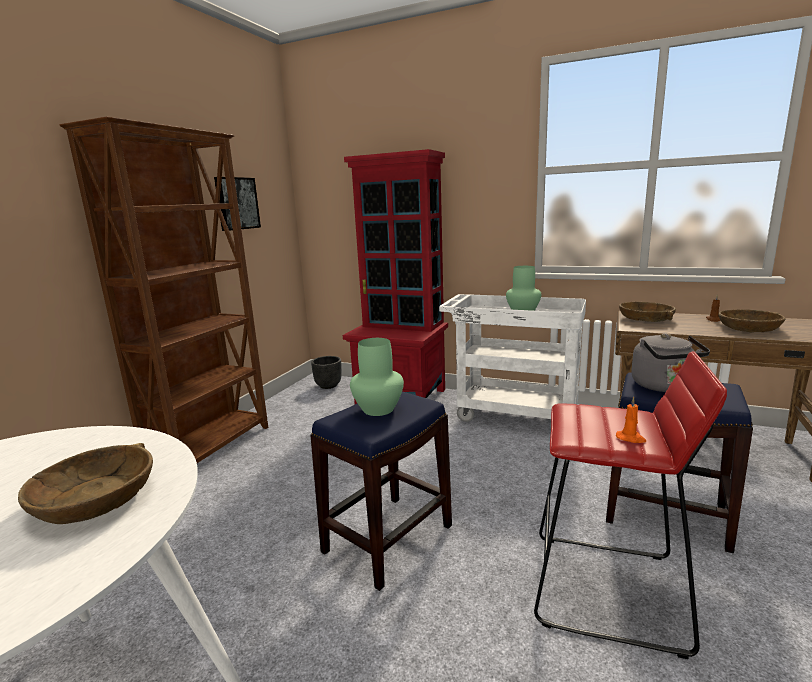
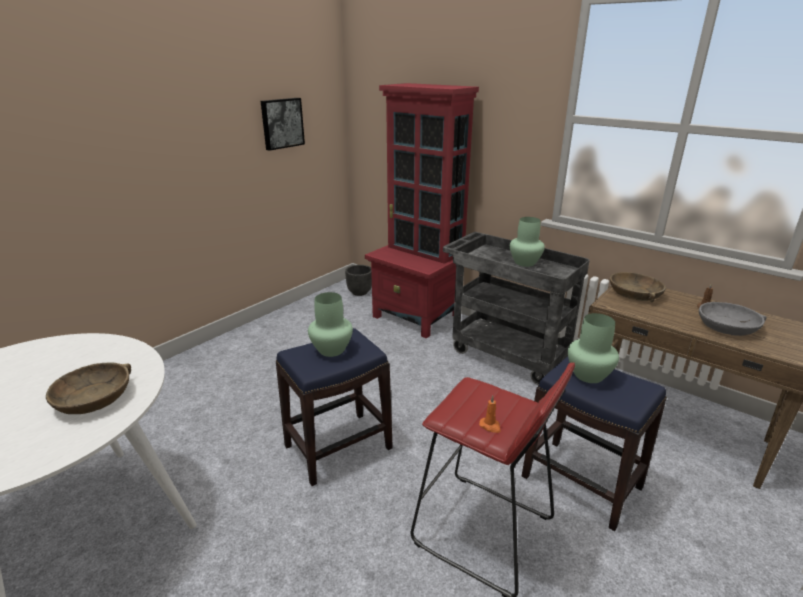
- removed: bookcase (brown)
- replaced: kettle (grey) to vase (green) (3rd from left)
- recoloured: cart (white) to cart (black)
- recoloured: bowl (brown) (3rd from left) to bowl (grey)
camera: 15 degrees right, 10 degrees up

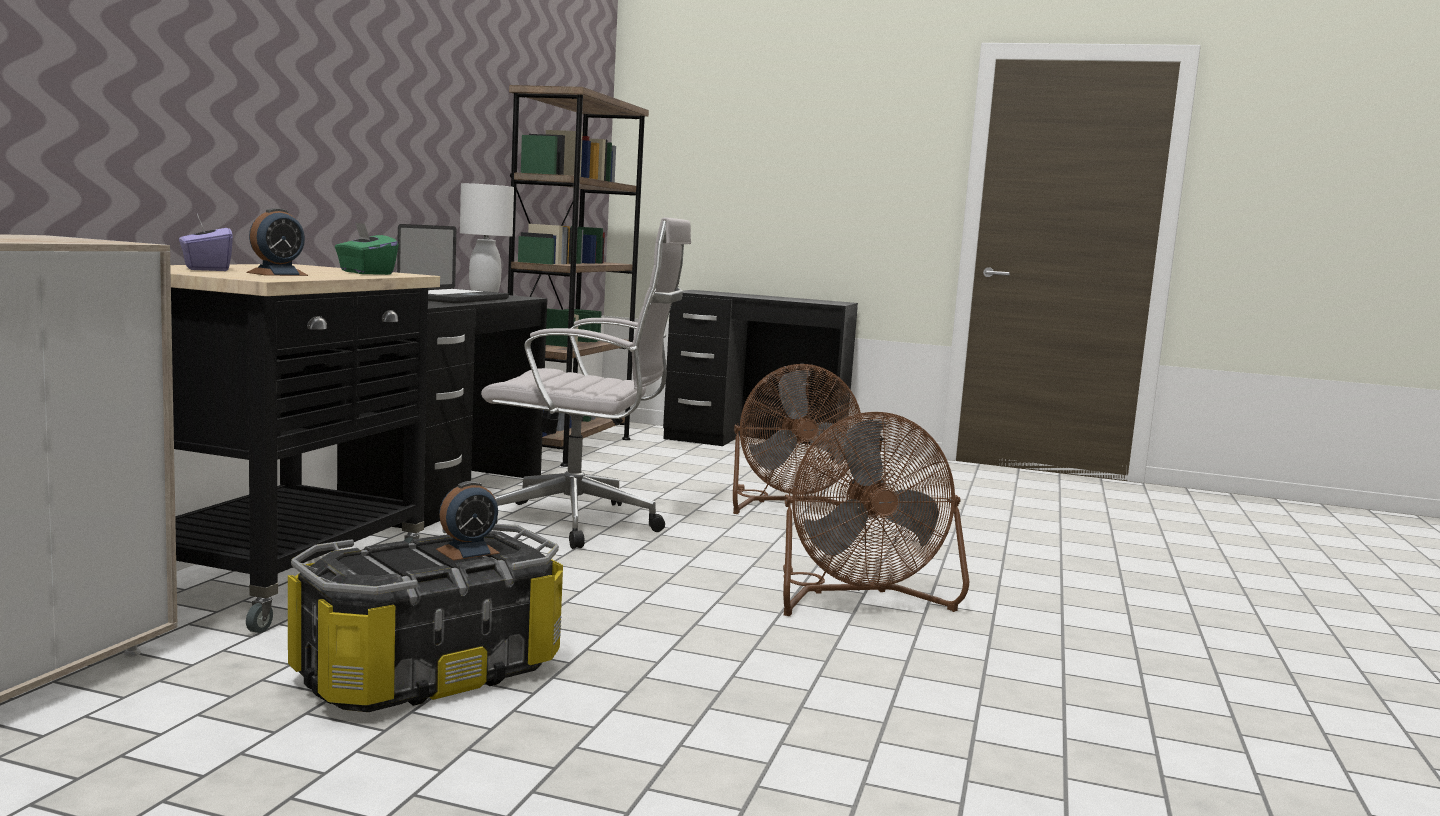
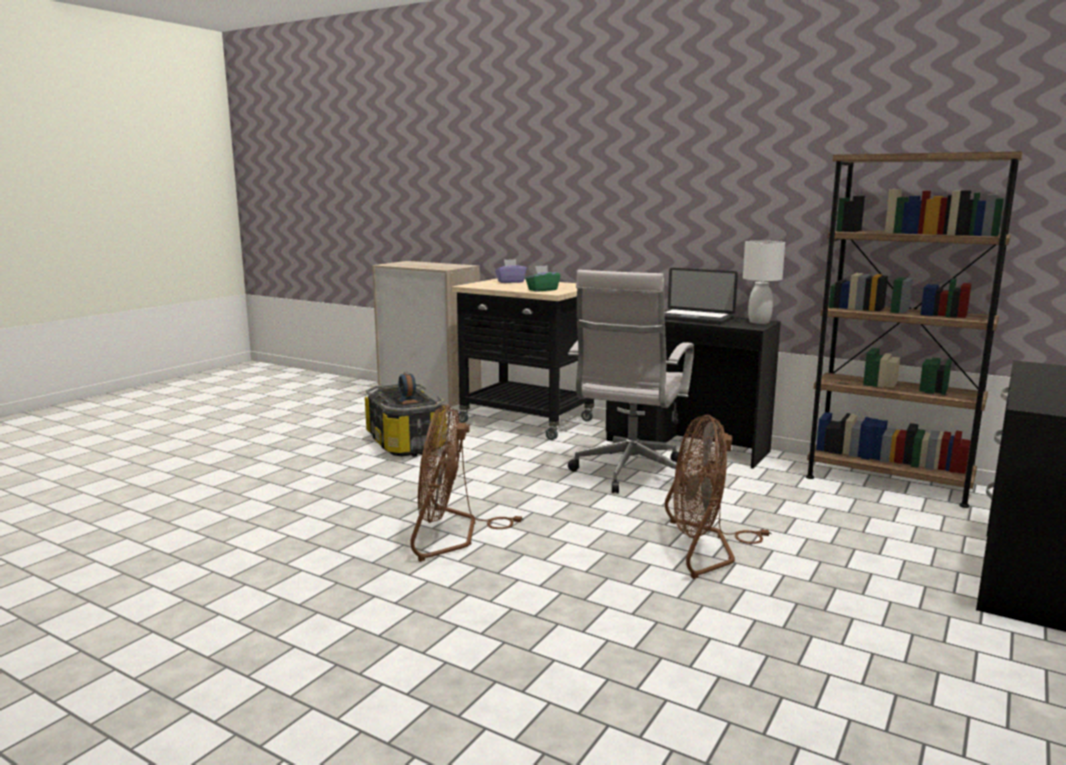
- removed: alarm clock (1st from left)
camera: 105 degrees right, 5 degrees up

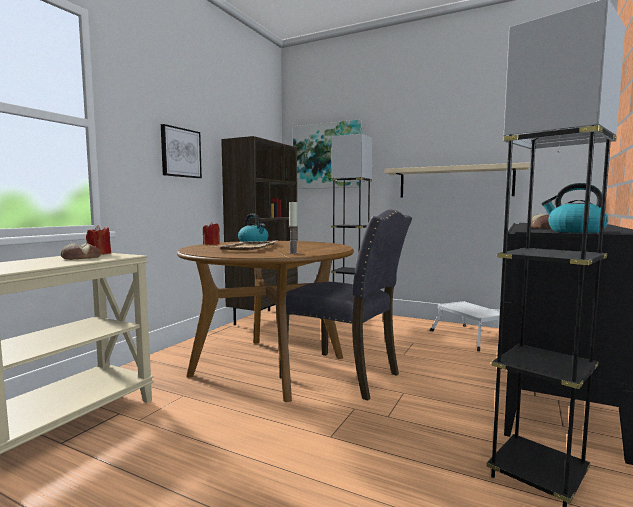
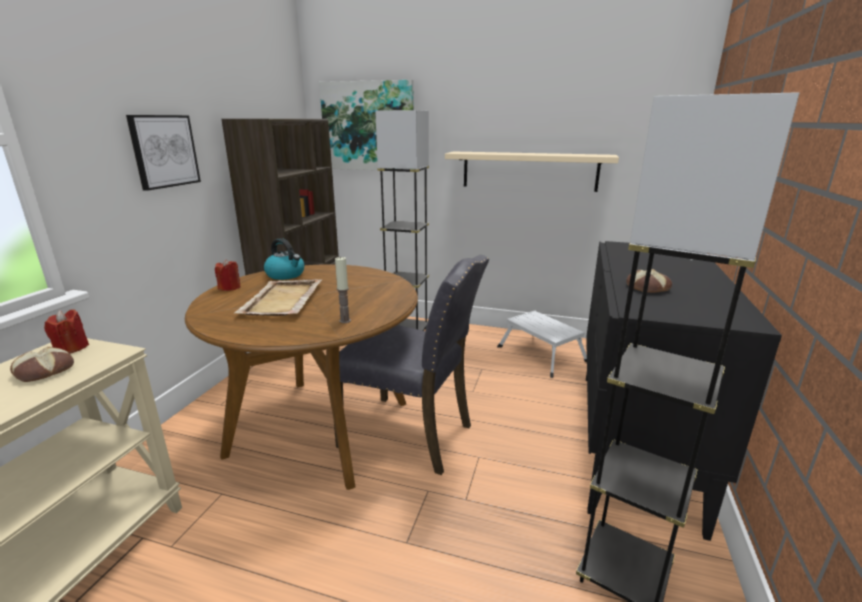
- removed: kettle (2nd from left)
camera: 10 degrees left, 15 degrees up

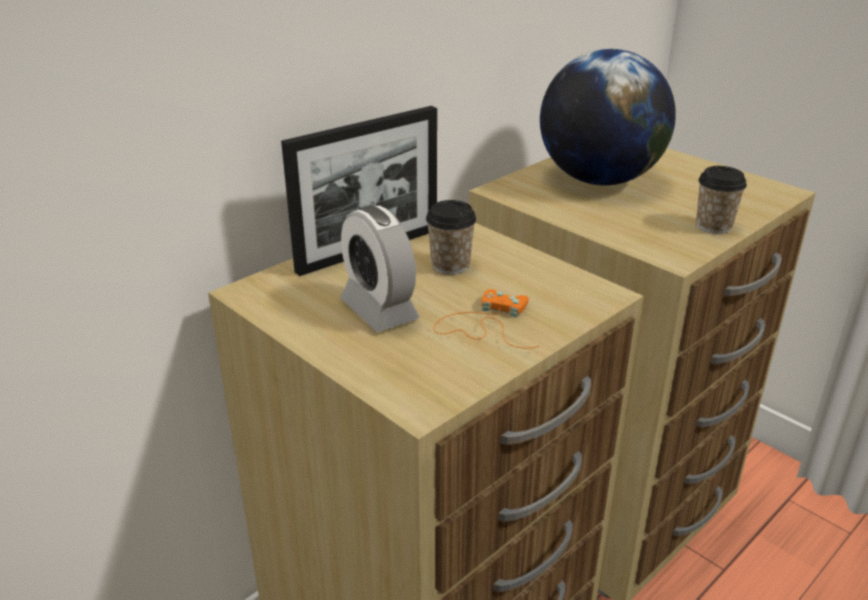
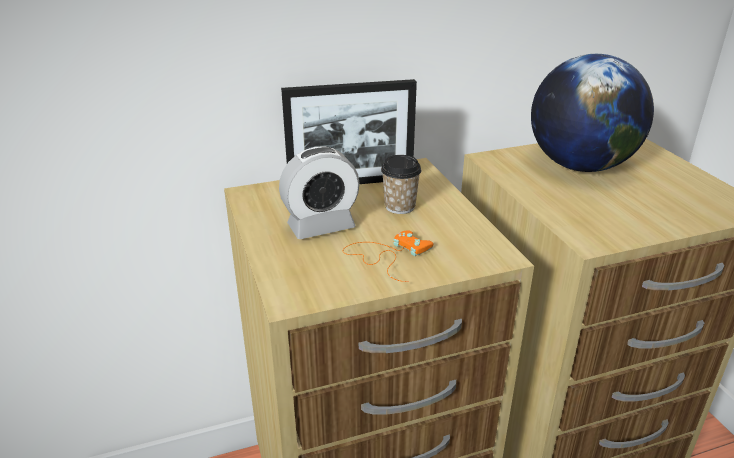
- removed: cup (2nd from left)
- turned: alarm clock 105 degrees counterclockwise
camera: 25 degrees right, 0 degrees up

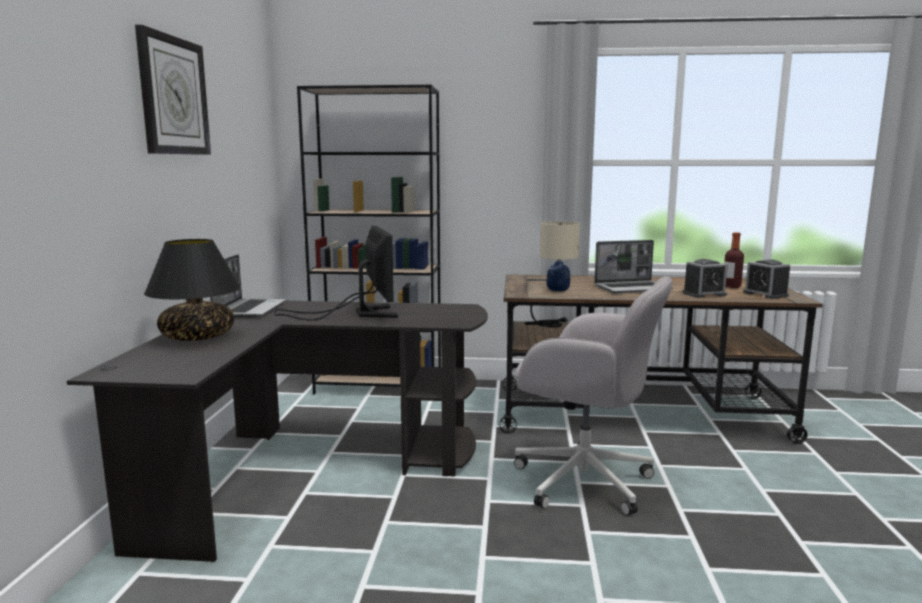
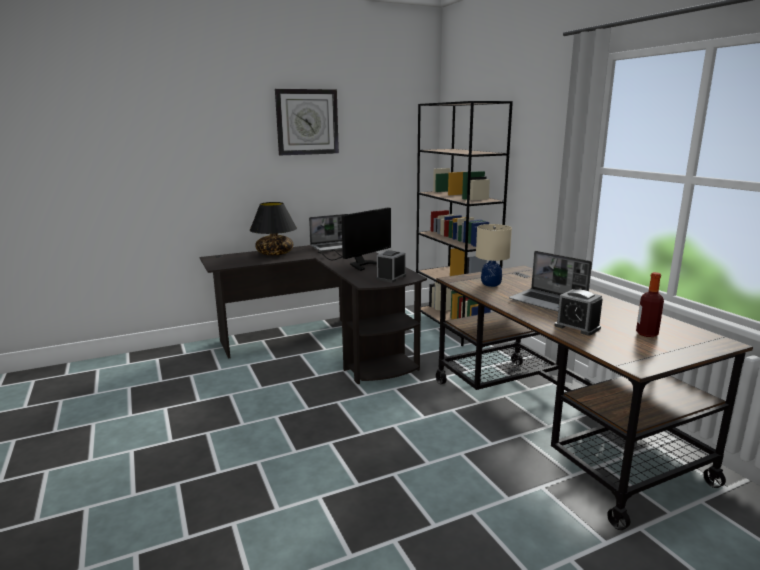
- removed: office chair (grey)
- moved: alarm clock (2nd from left in the first image) to alarm clock (1st from left)
camera: 60 degrees right, 5 degrees up

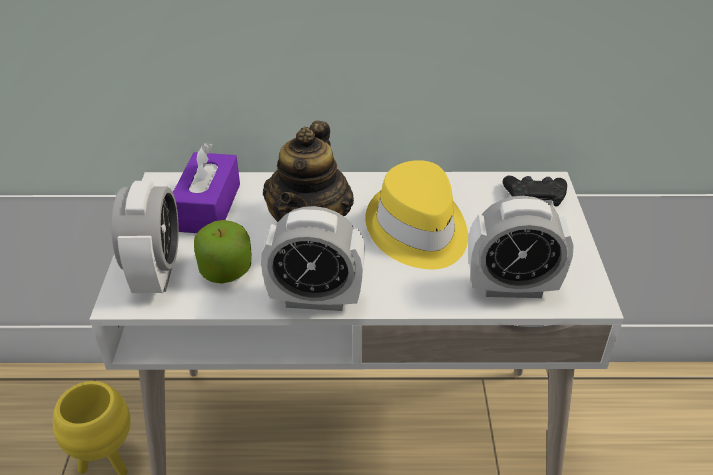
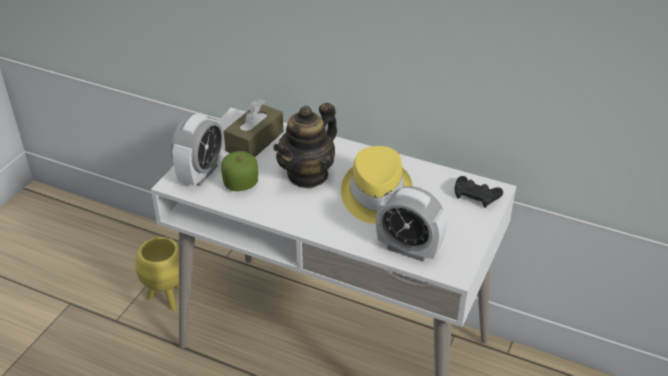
- removed: alarm clock (2nd from left)
- recoloured: tissue box (purple) to tissue box (brown)
camera: 25 degrees right, 0 degrees up

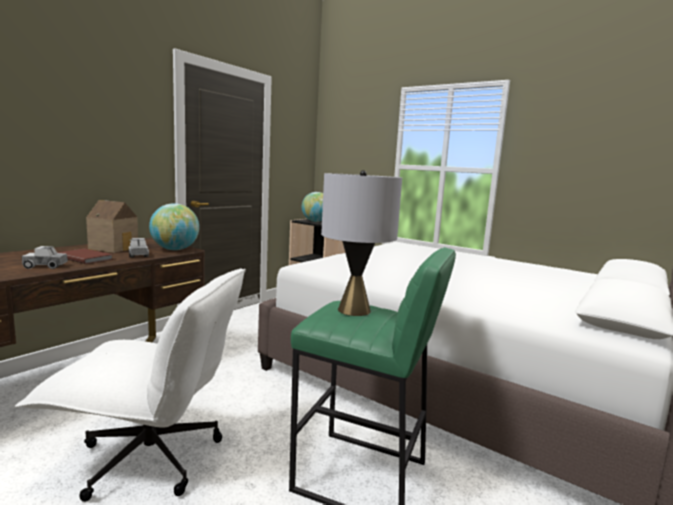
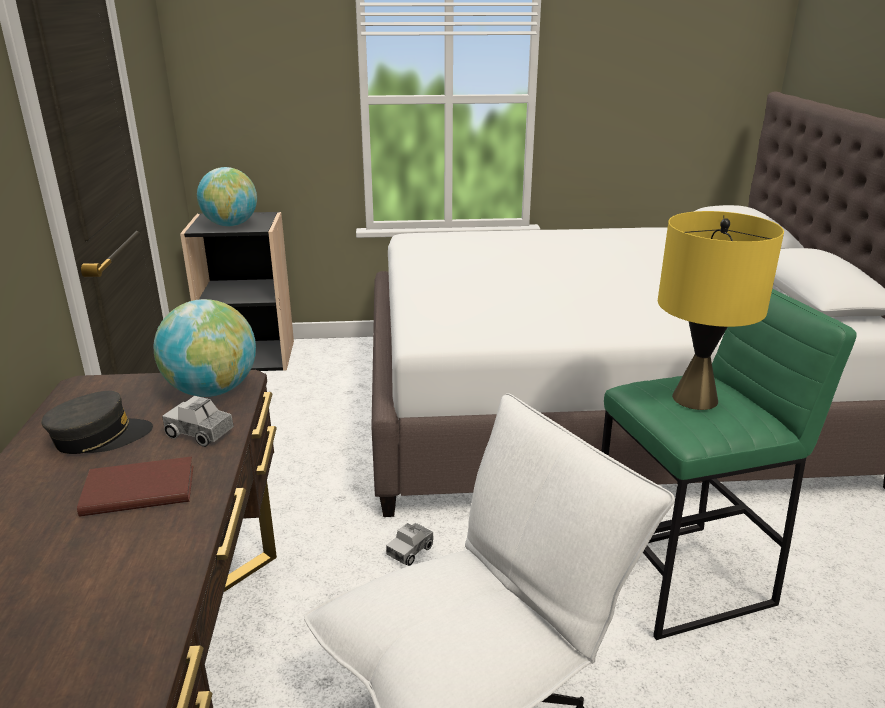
- moved: toy truck (1st from left in the first image) to toy truck (2nd from left)
- replaced: toy house to cap (grey)
- recoloured: table lamp (grey) to table lamp (yellow)
camera: 40 degrees left, 15 degrees up

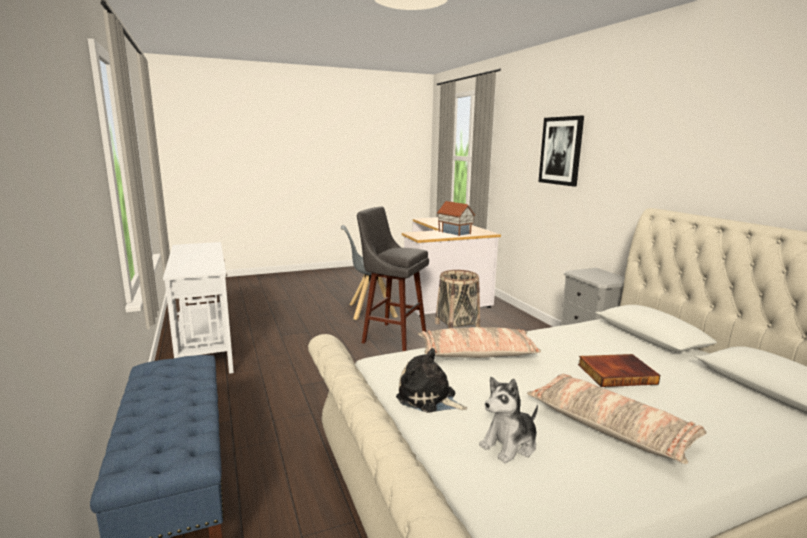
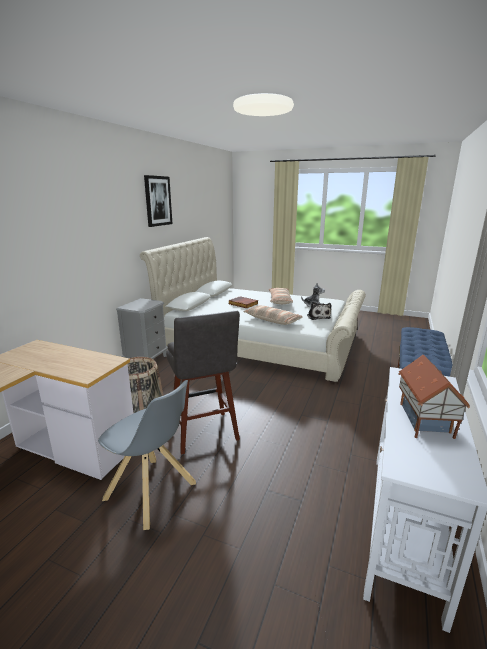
- moved: toy house
- moved: picture
camera: 135 degrees left, 5 degrees up

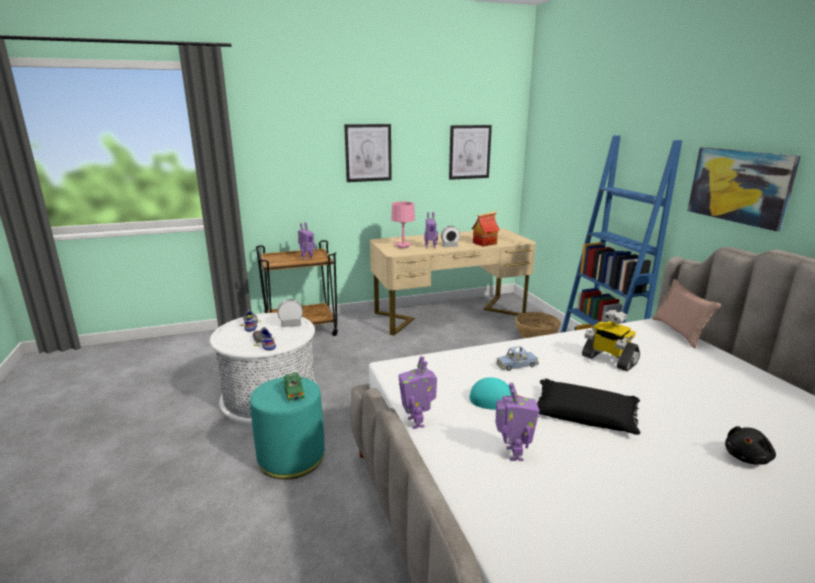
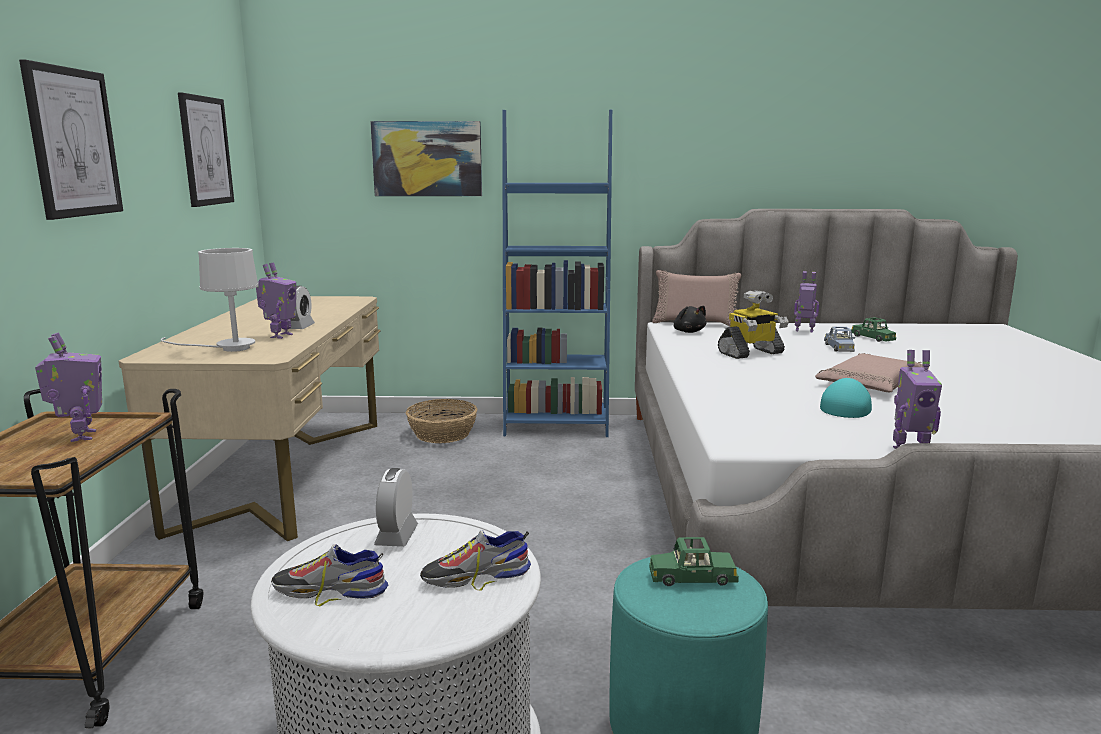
- removed: toy house
- added: toy car (green) (2nd from left)
- moved: toy car (blue)
- moved: toy robot (4th from left)
- moved: picture (3rd from left)
- moved: plush toy (black)
- recoloured: table lamp (pink) to table lamp (white)
- recoloured: pillow (black) to pillow (beige) (2nd from left)
camera: 70 degrees left, 5 degrees down

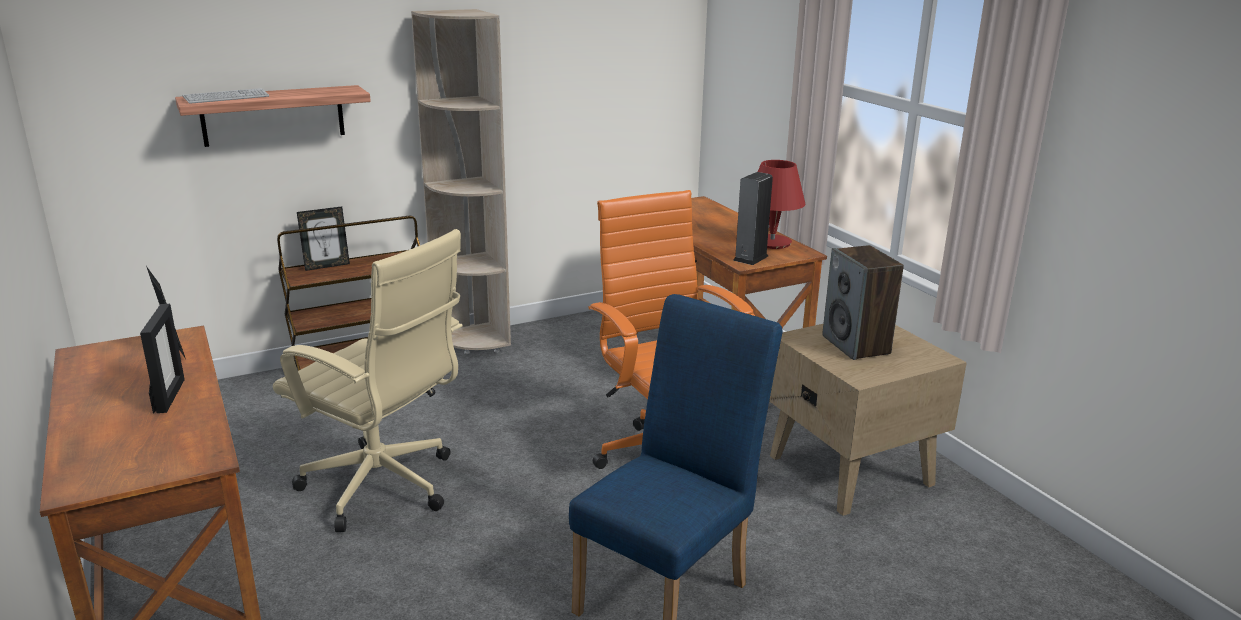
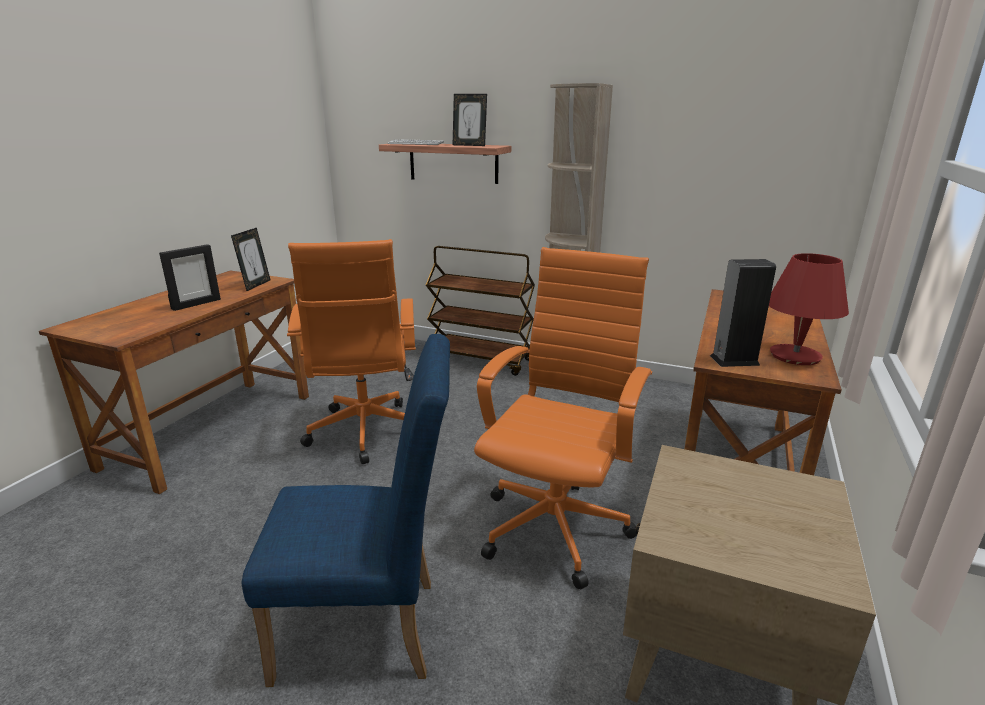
- removed: speaker (2nd from left)
- moved: picture frame (3rd from left)
- recoloured: office chair (beige) to office chair (orange) (1st from left)
camera: 50 degrees right, 0 degrees up

